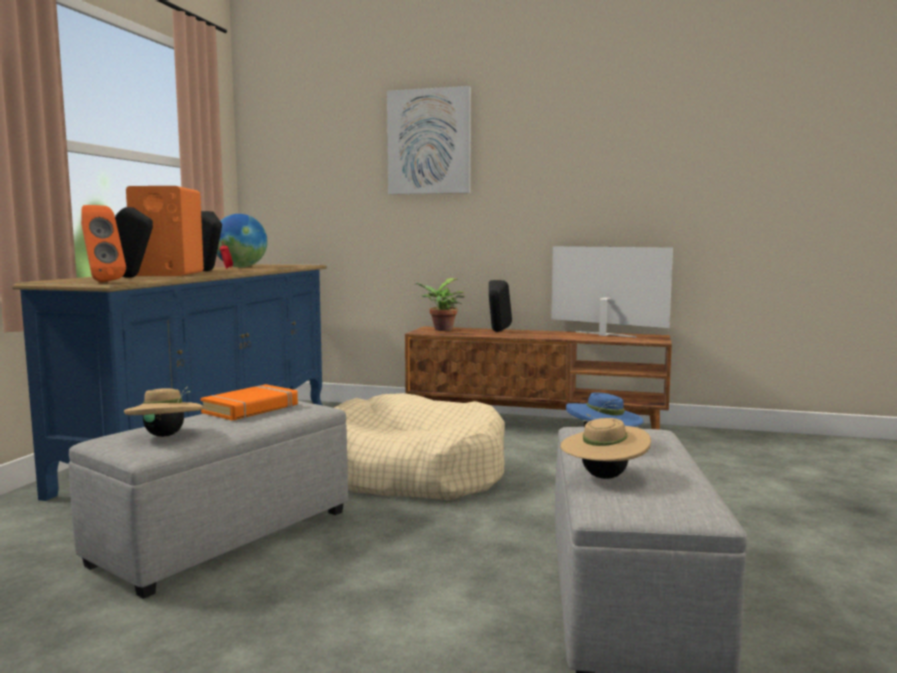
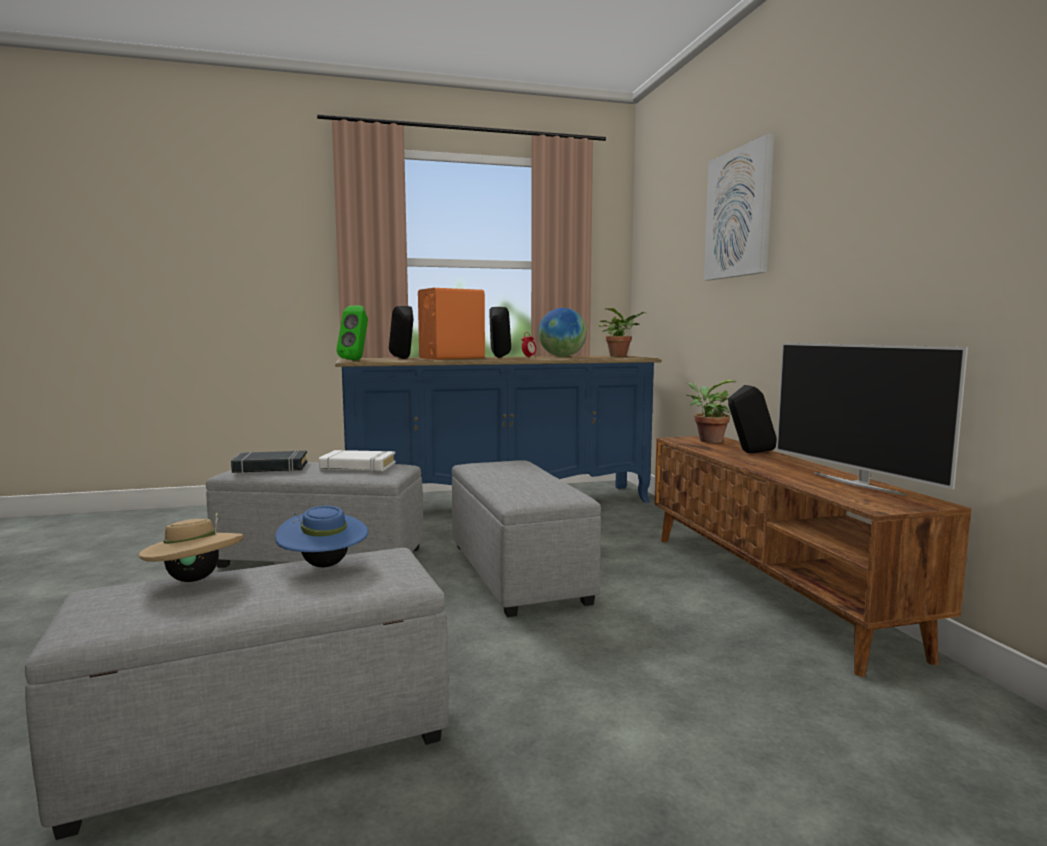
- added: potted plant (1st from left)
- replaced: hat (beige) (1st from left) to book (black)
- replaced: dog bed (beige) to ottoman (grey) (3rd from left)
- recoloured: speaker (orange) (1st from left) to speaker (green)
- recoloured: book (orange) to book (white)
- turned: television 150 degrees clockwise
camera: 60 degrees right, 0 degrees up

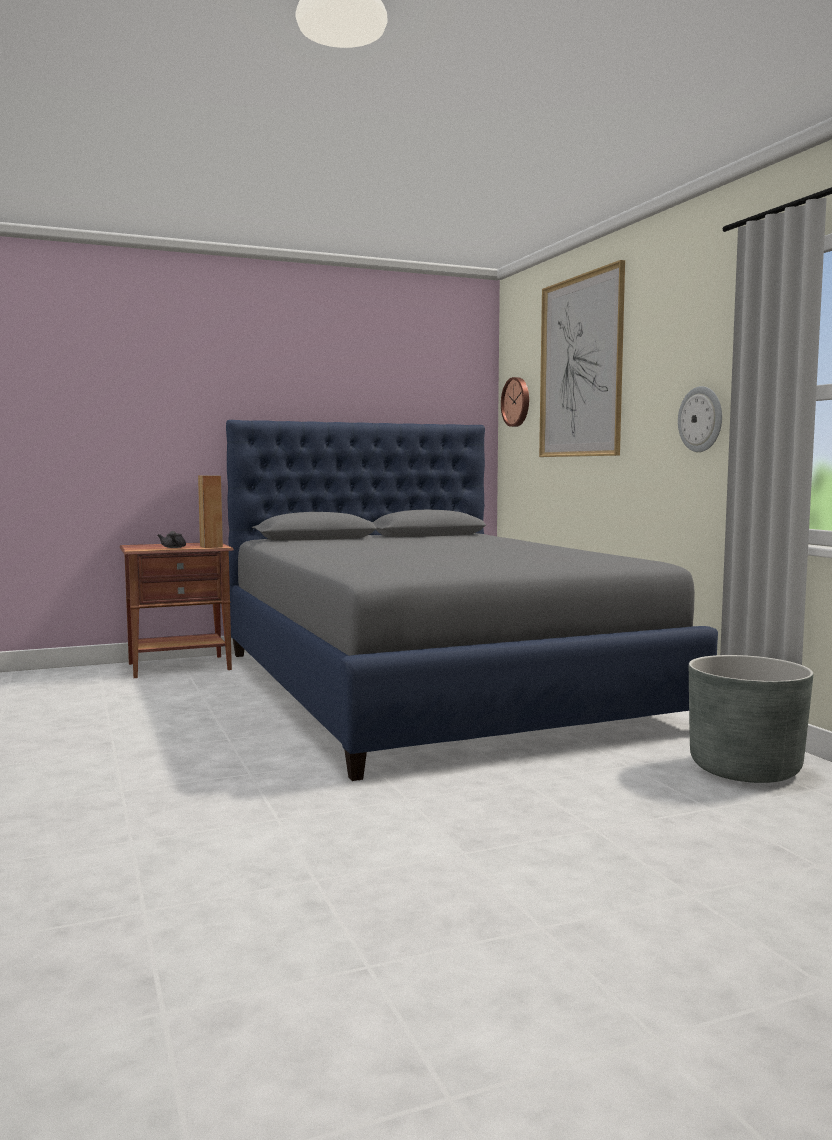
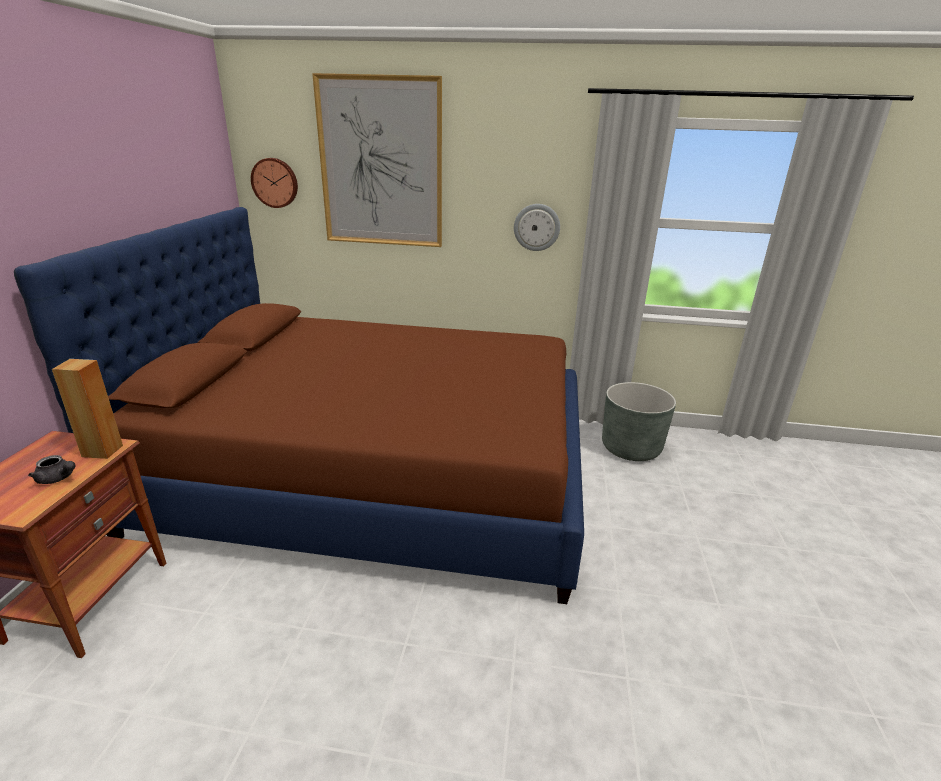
- recoloured: bed (grey) to bed (brown)
camera: 60 degrees left, 20 degrees up

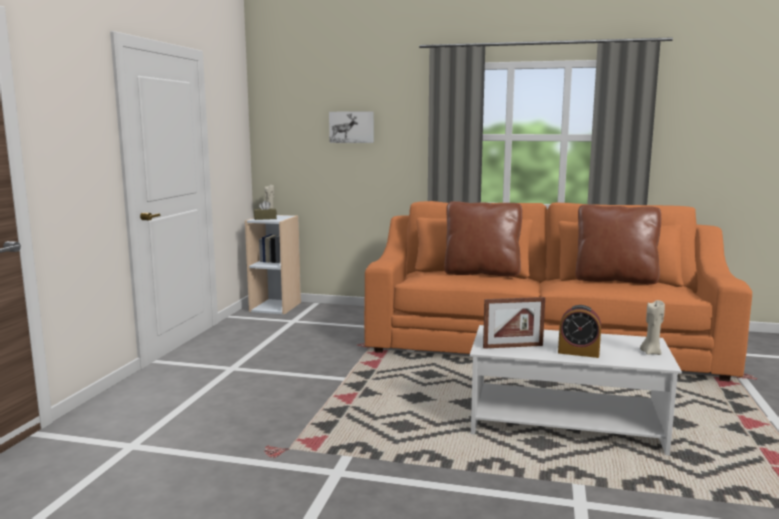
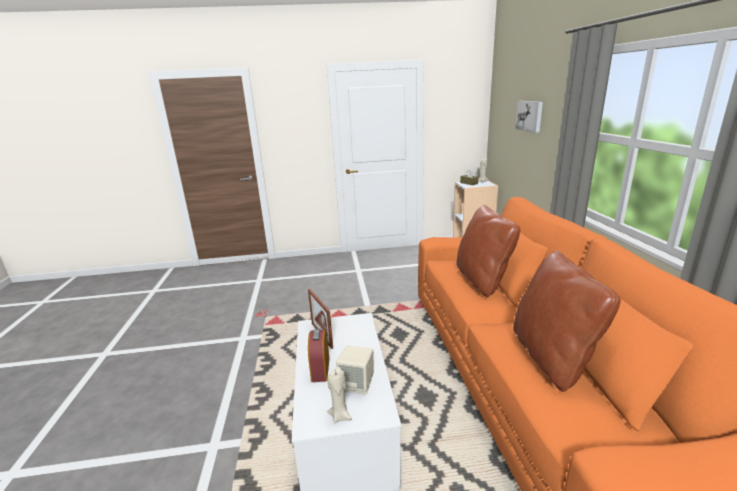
- added: speaker (beige)
camera: 70 degrees right, 10 degrees up

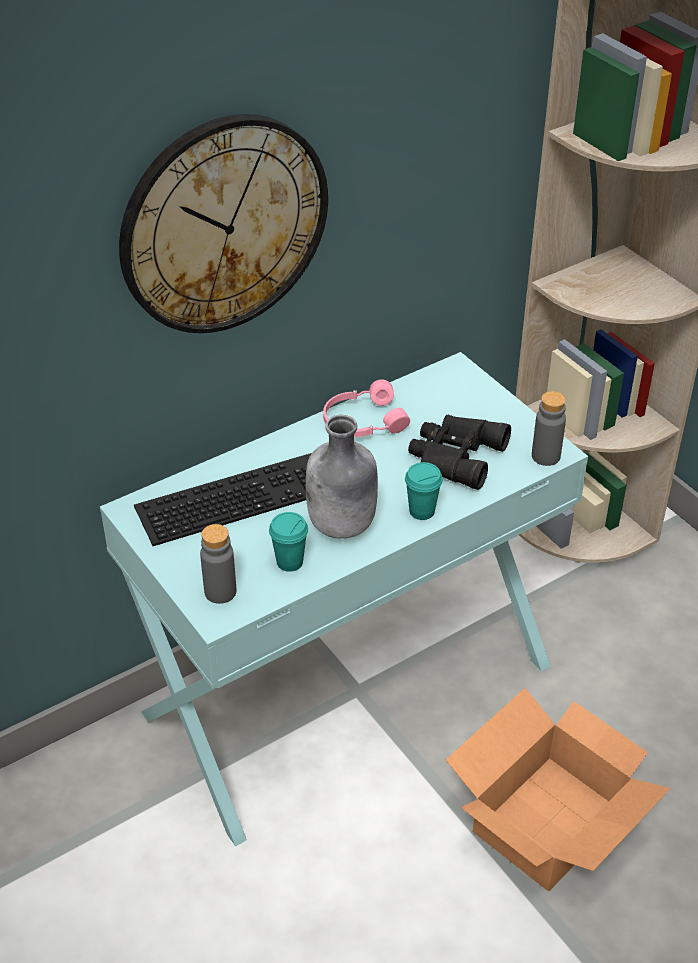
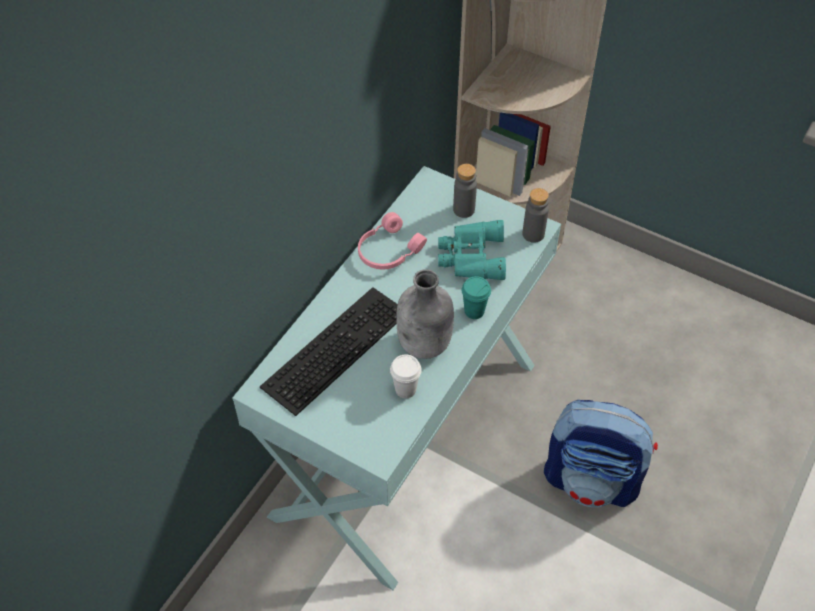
- removed: wall clock
- moved: bottle (grey) (1st from left in the first image) to bottle (grey) (2nd from left)
- replaced: cardboard box to backpack
- recoloured: cup (turquoise) (1st from left) to cup (white)
- recoloured: binoculars (black) to binoculars (turquoise)
camera: 25 degrees left, 10 degrees up

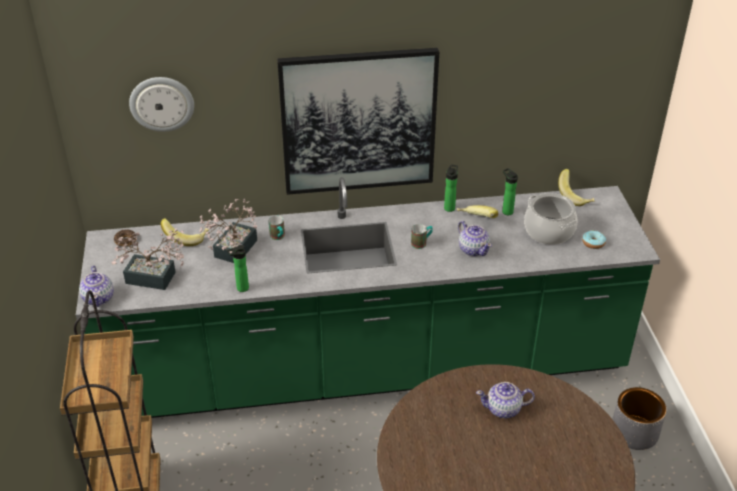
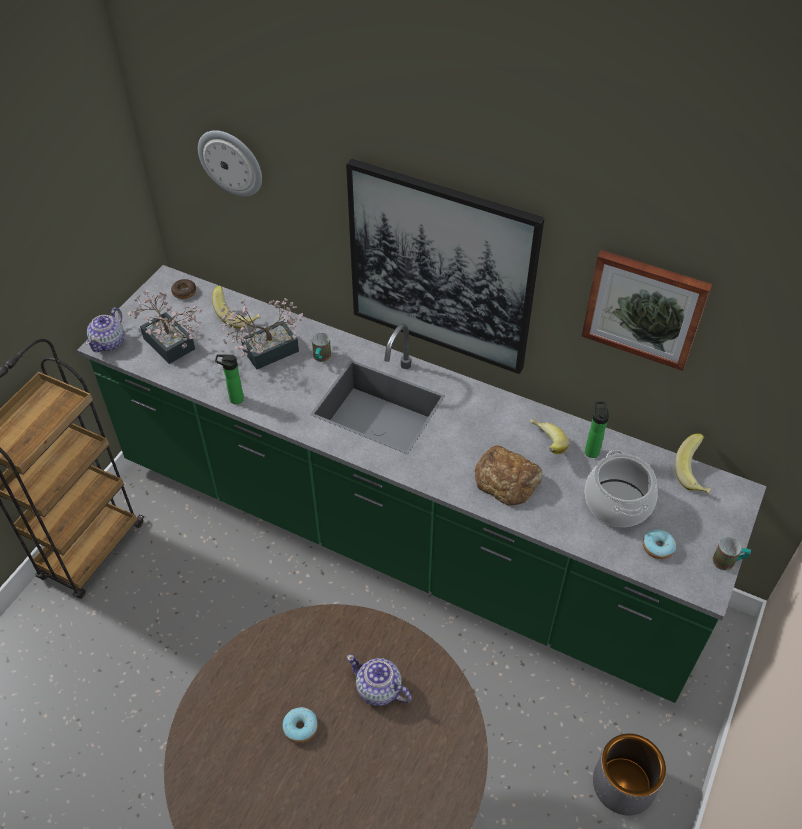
- removed: bottle (2nd from left)
- added: donut (2nd from left)
- added: picture (2nd from left)
- moved: mug (2nd from left)
- replaced: teapot (2nd from left) to bread
camera: 35 degrees right, 10 degrees up

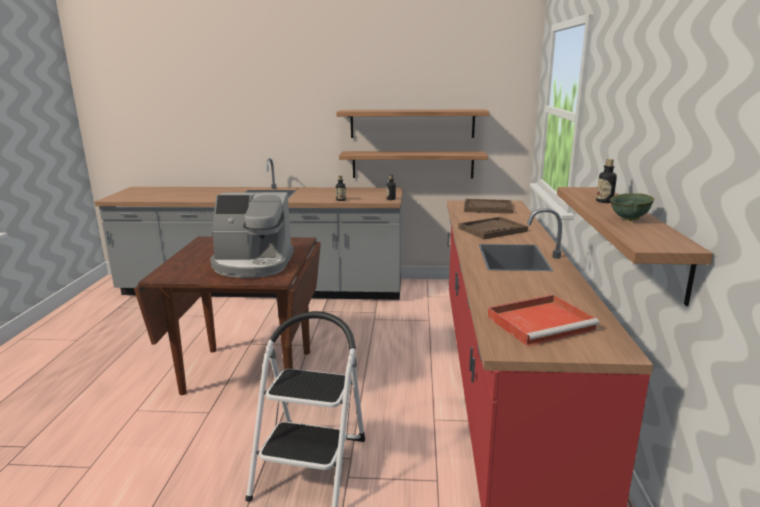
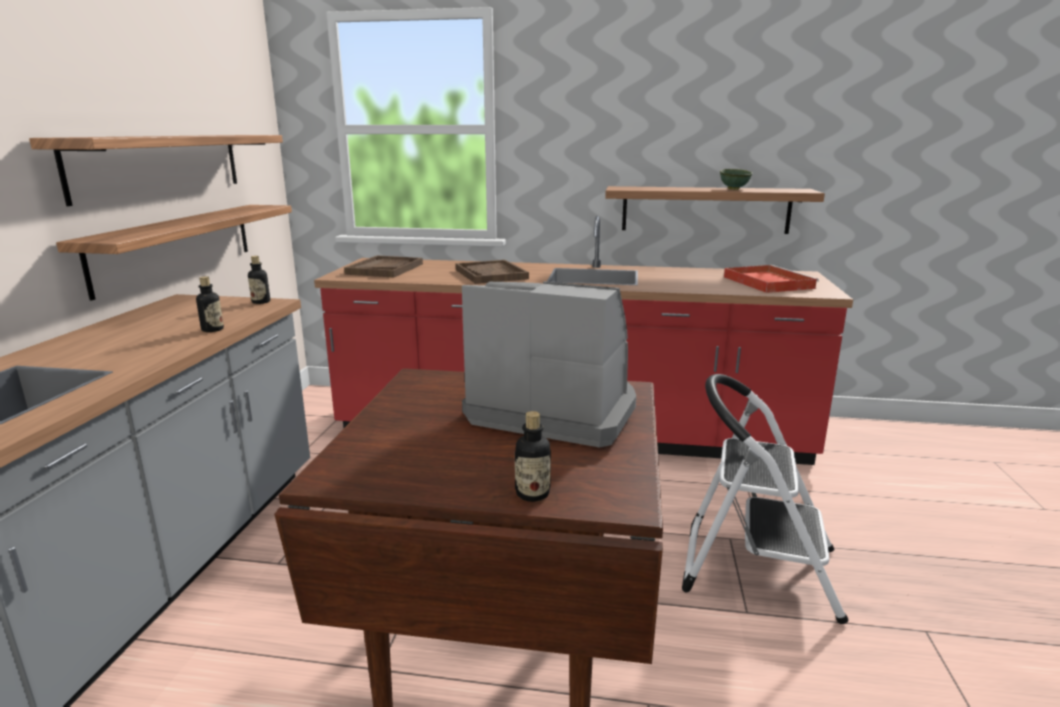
- moved: bottle (3rd from left)
- turned: coffee machine 75 degrees counterclockwise
camera: 85 degrees left, 0 degrees up

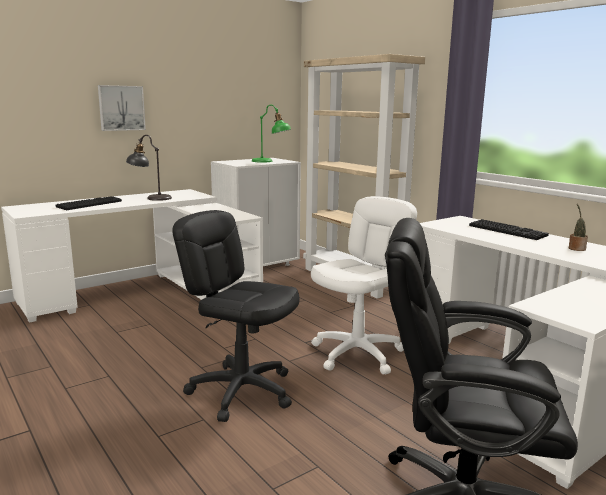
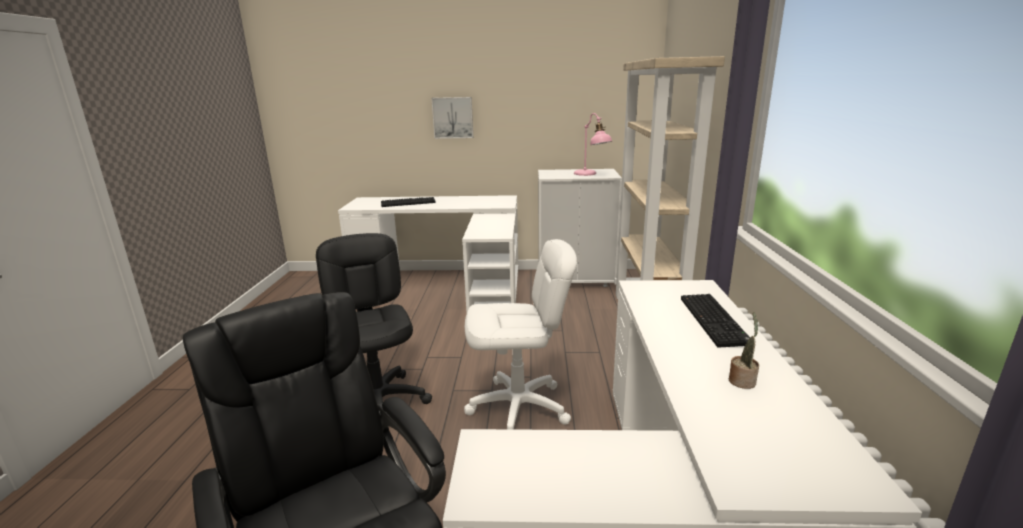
- removed: table lamp (grey)
- recoloured: table lamp (green) to table lamp (pink)
camera: 40 degrees right, 5 degrees up

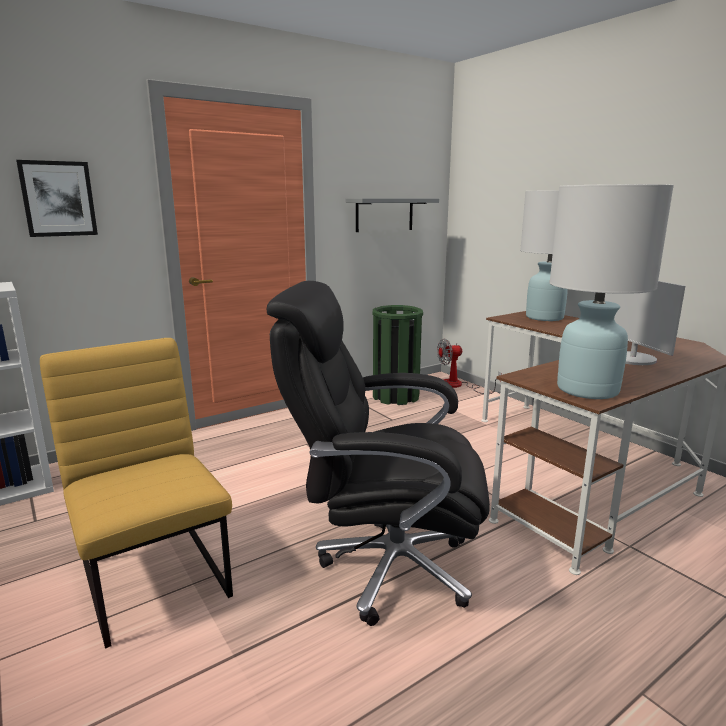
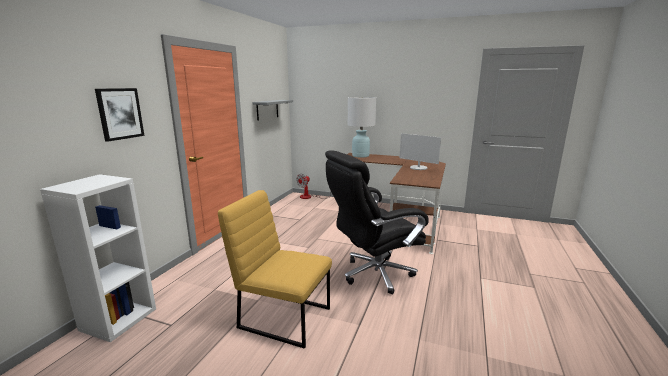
- removed: trash can (green)
- removed: table lamp (white) (2nd from left)
camera: 35 degrees left, 0 degrees up

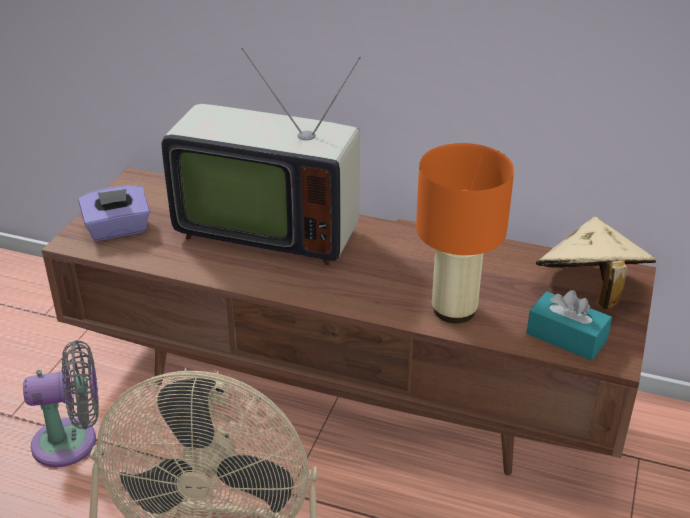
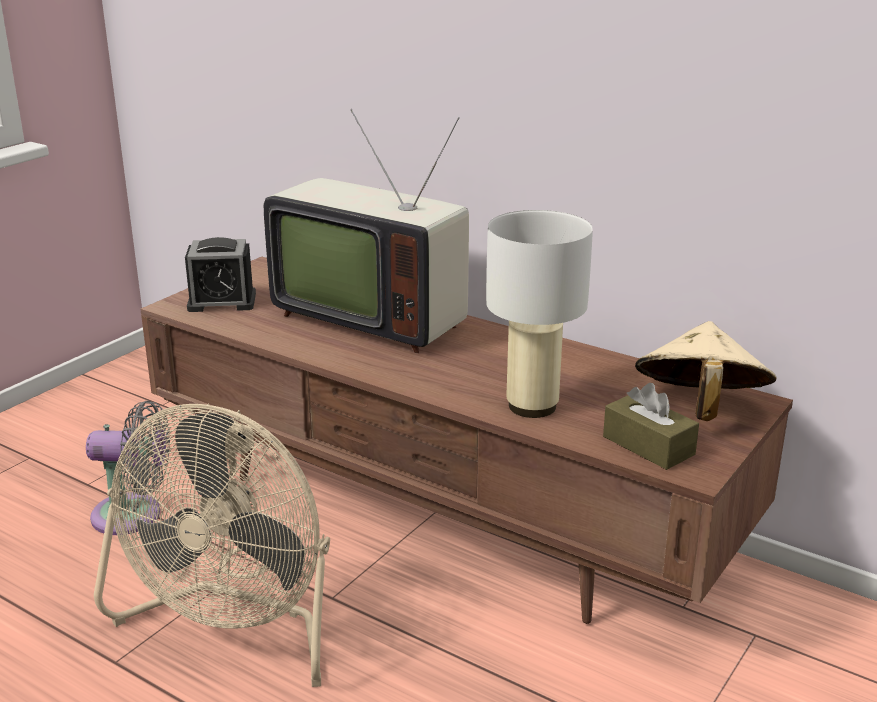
- replaced: tissue box (purple) to alarm clock
- recoloured: table lamp (orange) to table lamp (white)
- recoloured: tissue box (turquoise) to tissue box (brown)
camera: 15 degrees right, 10 degrees down

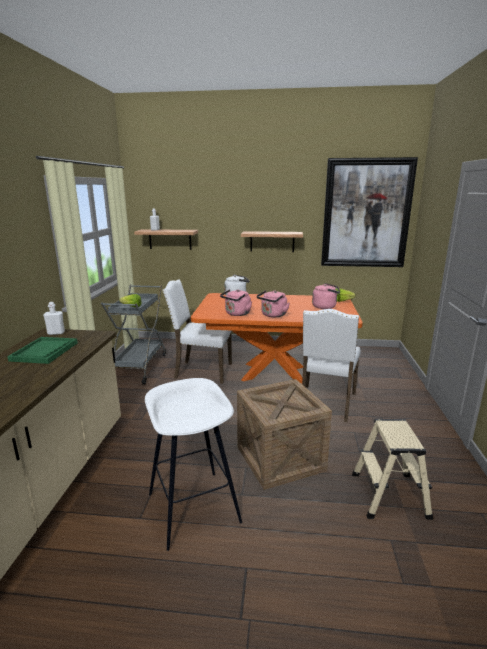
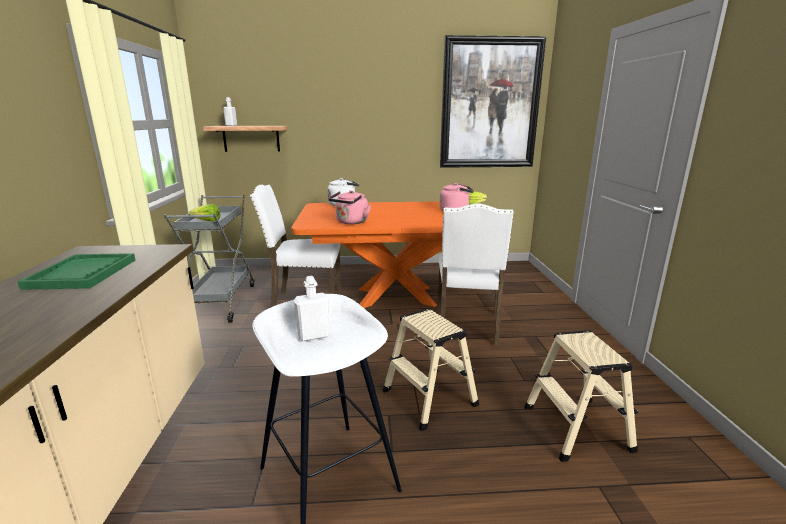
- removed: shelf (2nd from left)
- removed: kettle (pink) (2nd from left)
- moved: bottle (white) (1st from left in the first image) to bottle (white) (2nd from left)
- replaced: crate to step ladder (beige) (1st from left)
camera: 10 degrees left, 0 degrees up

